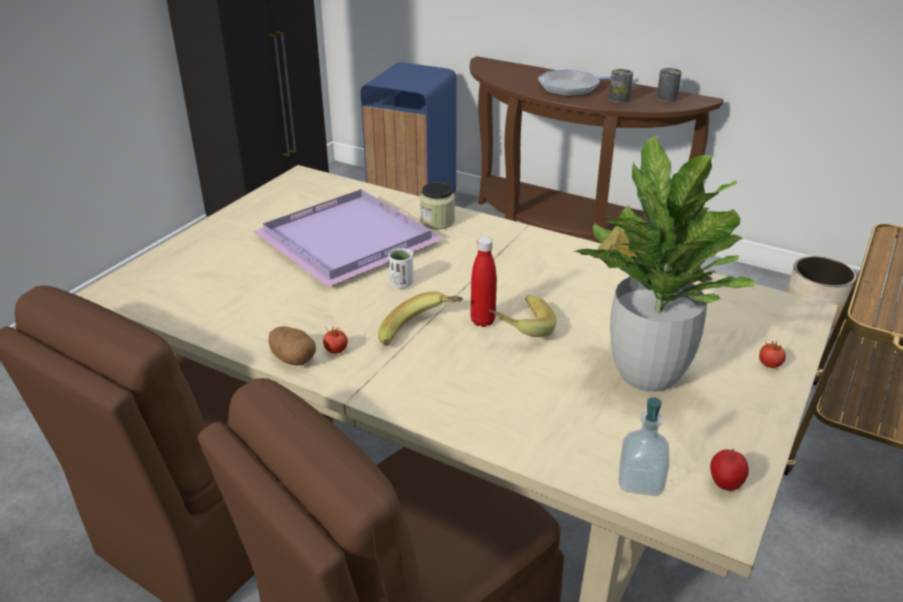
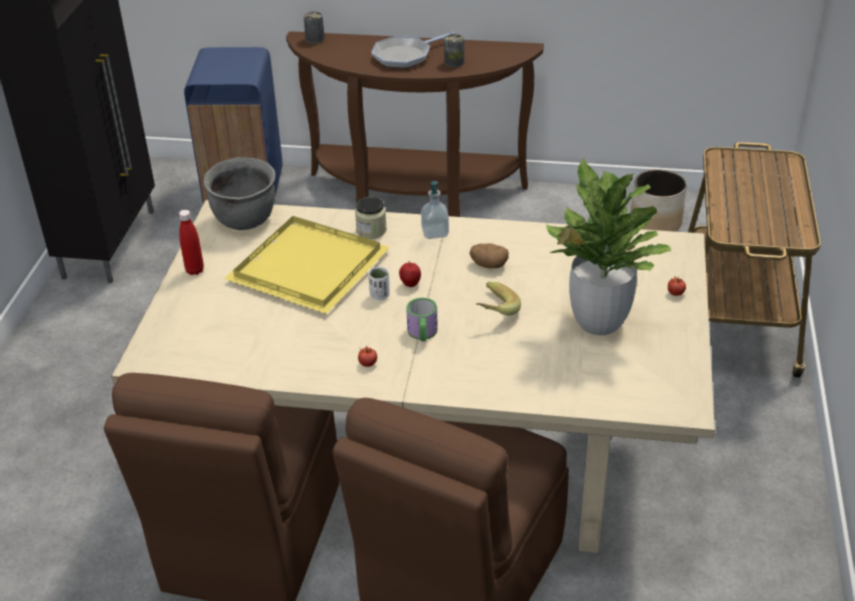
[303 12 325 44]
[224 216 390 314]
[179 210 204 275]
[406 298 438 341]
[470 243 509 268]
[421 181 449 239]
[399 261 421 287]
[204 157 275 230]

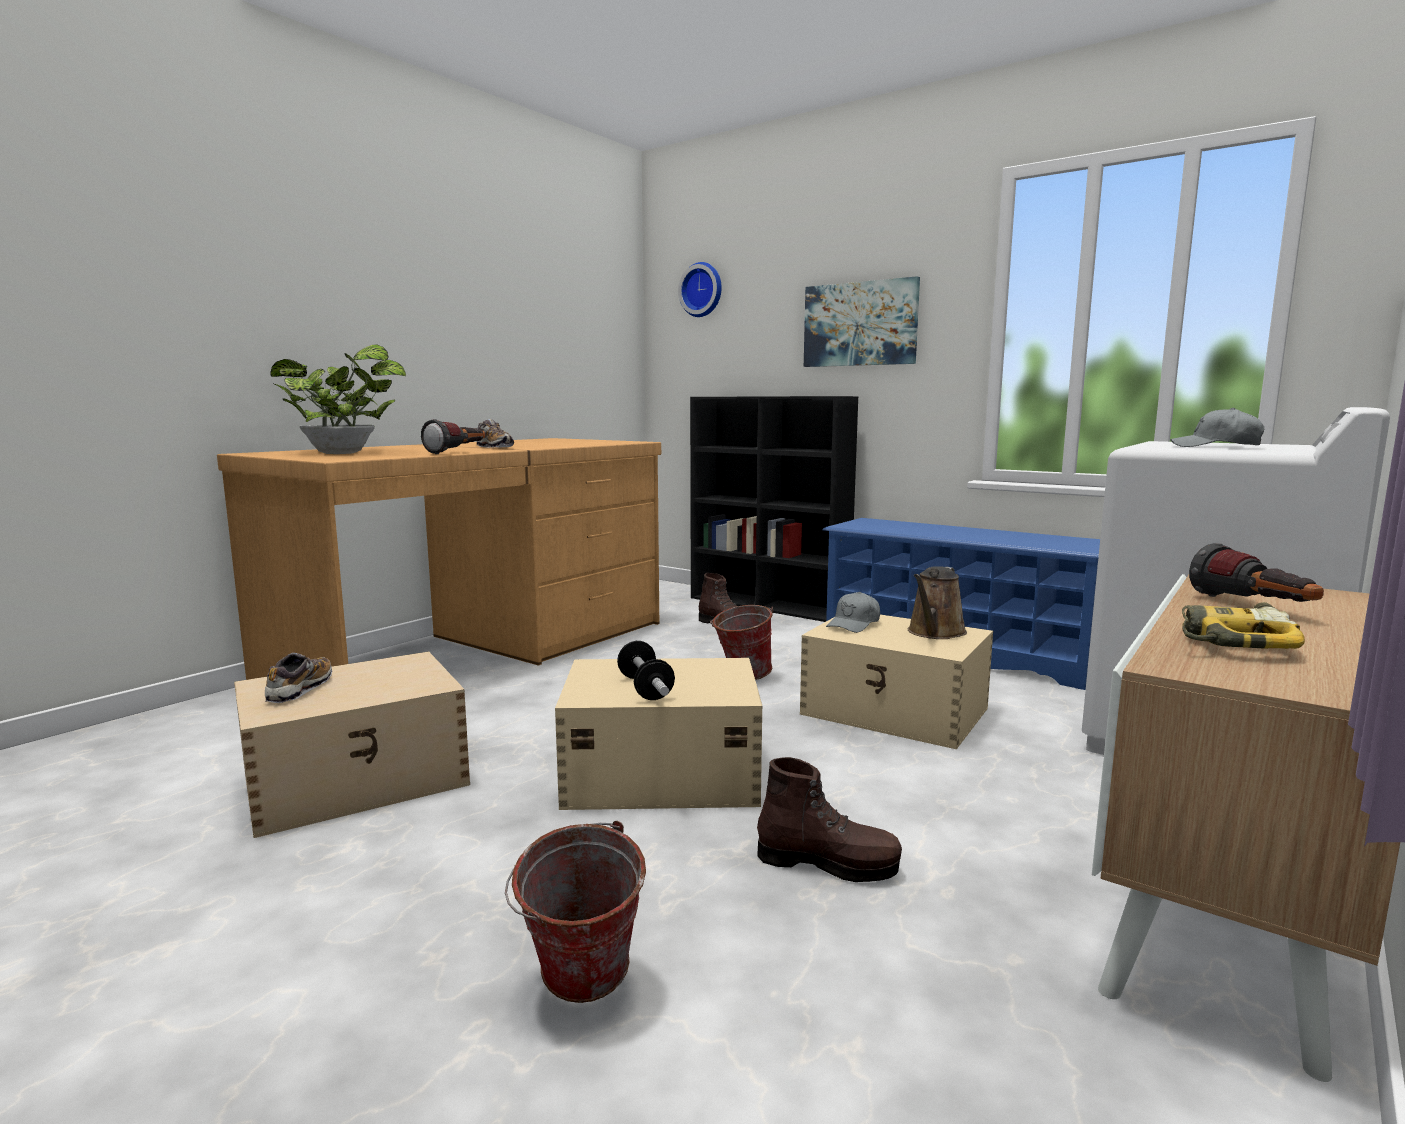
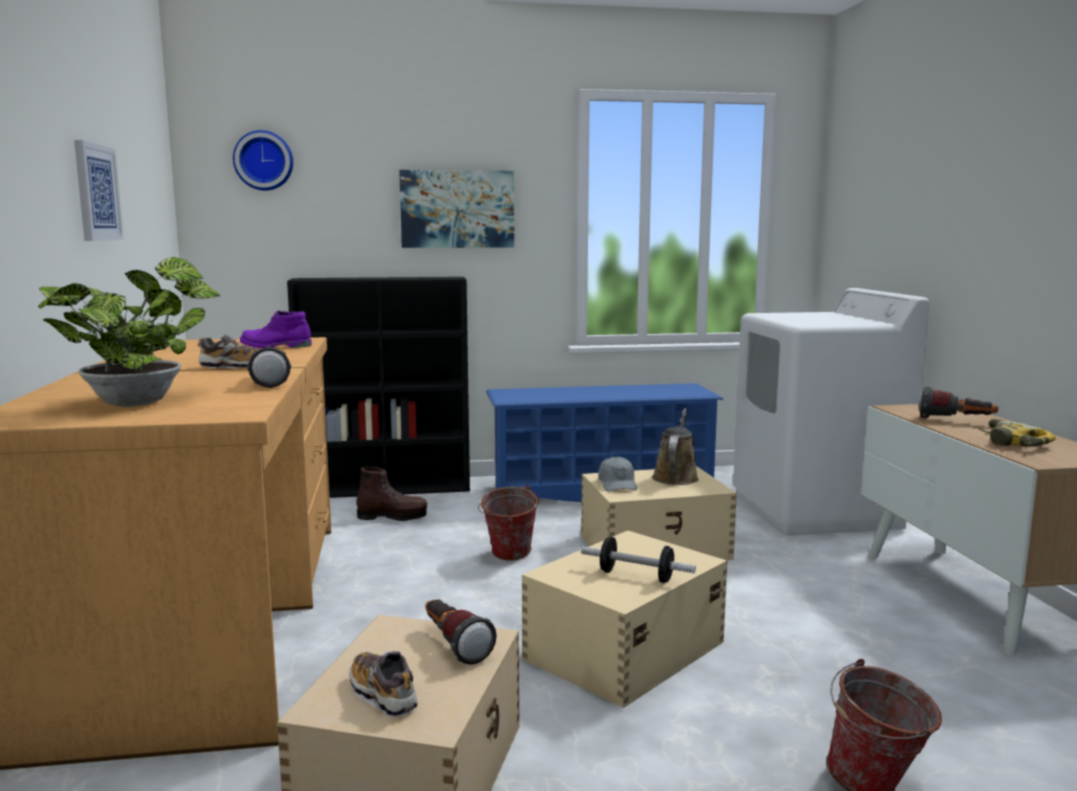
[1170 408 1264 447] (first image)
[652 408 699 485]
[757 757 902 882] (first image)
[74 140 124 241]
[240 310 312 349]
[426 599 497 665]

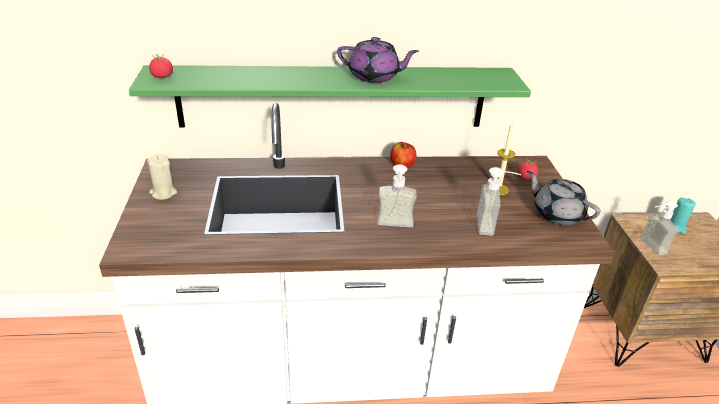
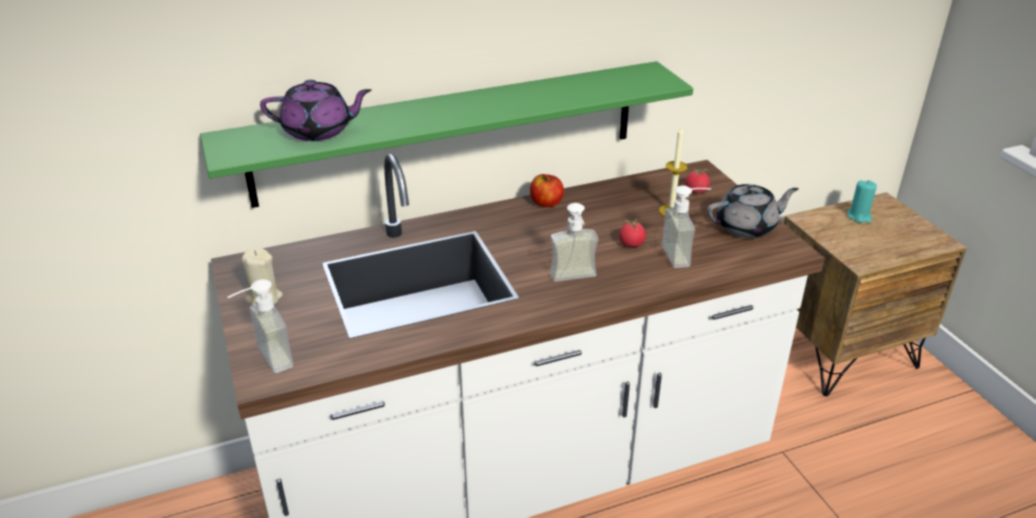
[260 80 371 141]
[619 219 646 247]
[707 184 799 238]
[228 279 294 373]

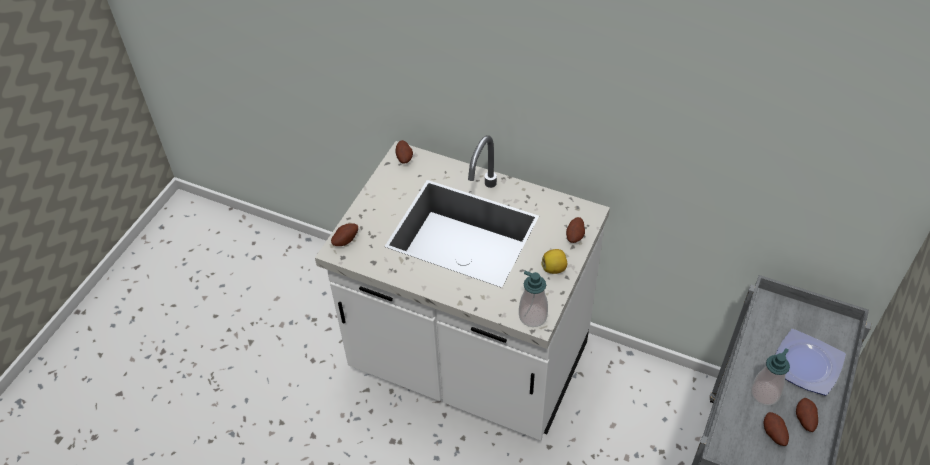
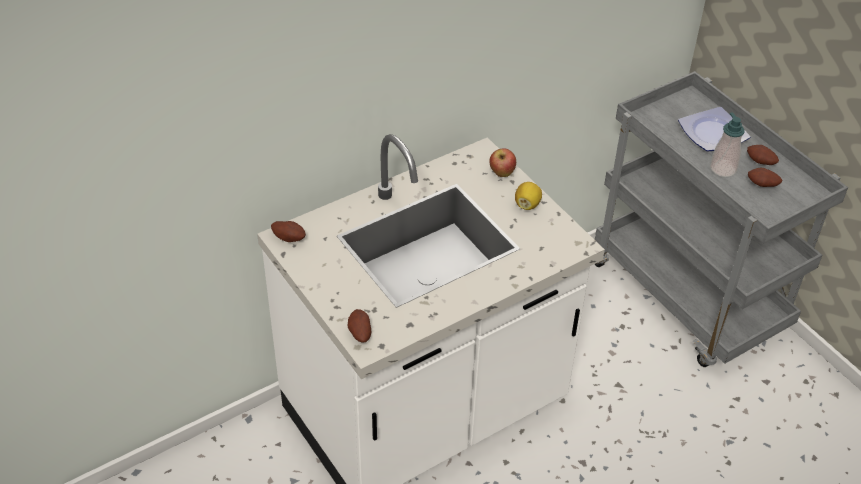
[489 148 516 177]
[519 271 548 327] (first image)

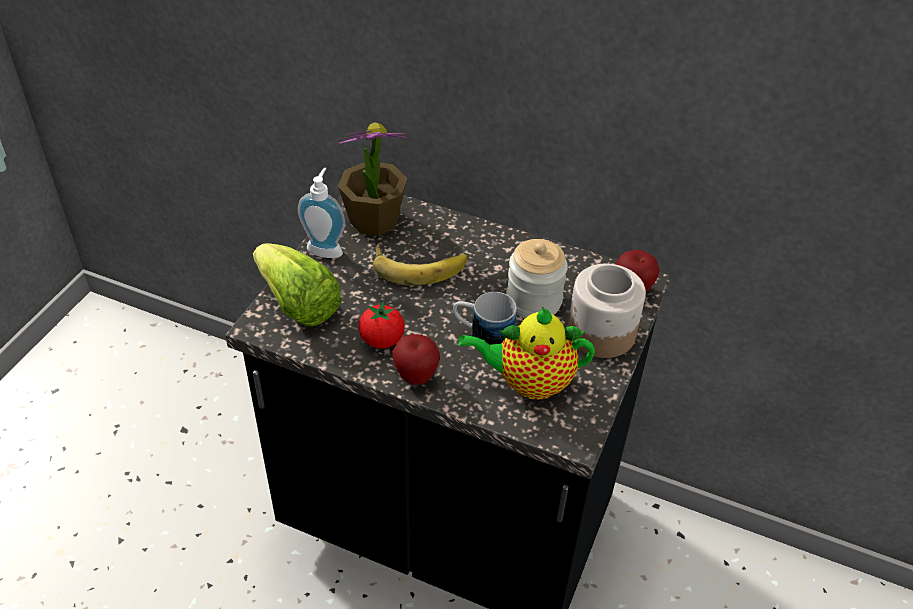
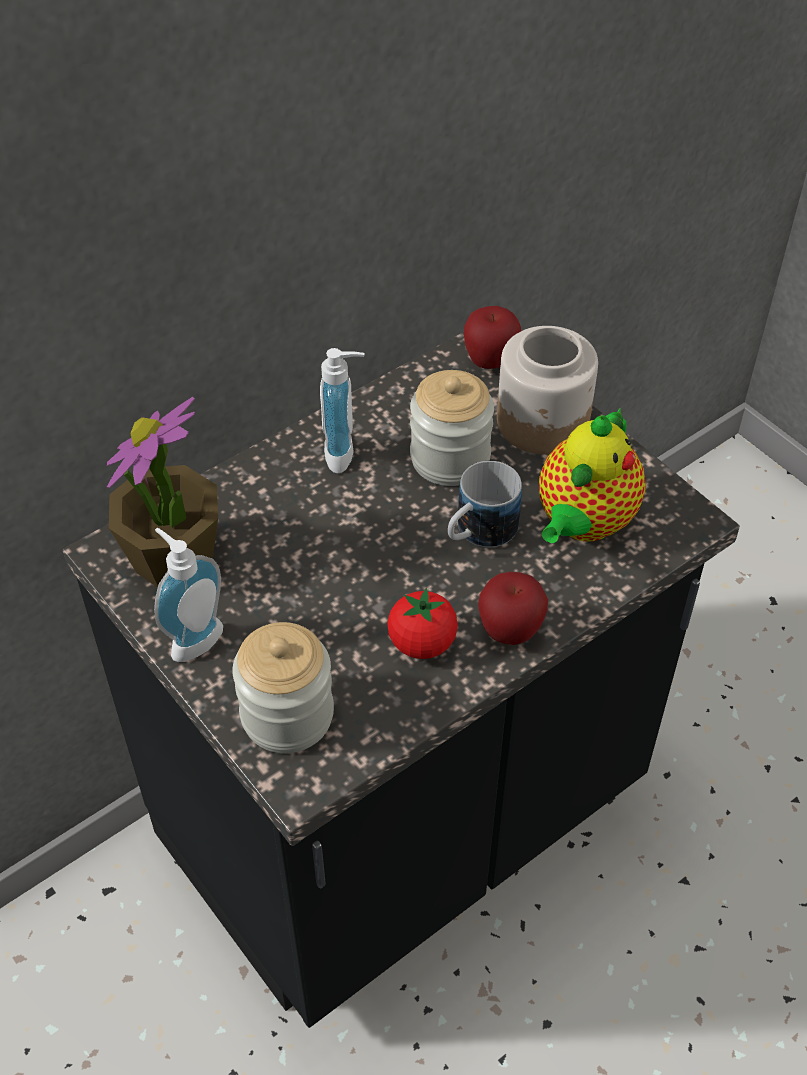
[232 622 334 753]
[373 243 467 285] (first image)
[320 348 365 473]

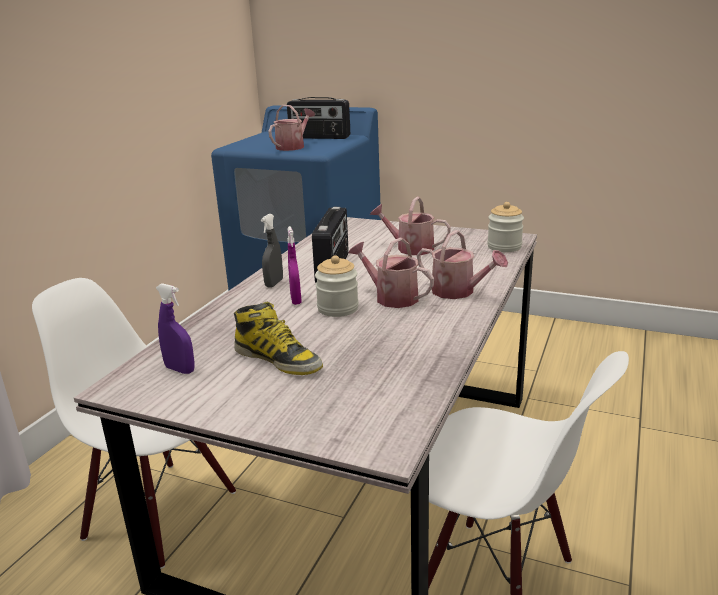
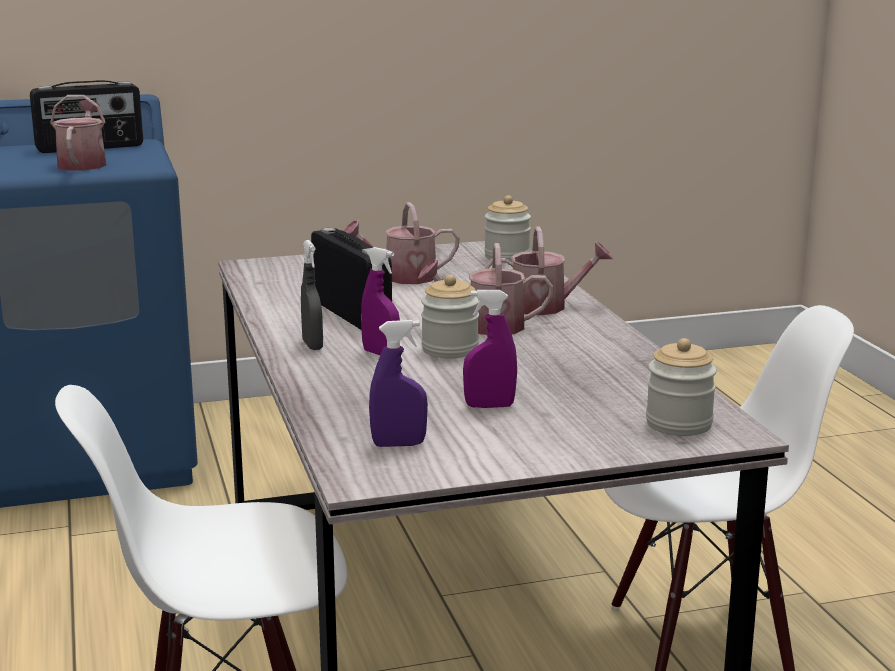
[463 290 517 408]
[646 338 717 436]

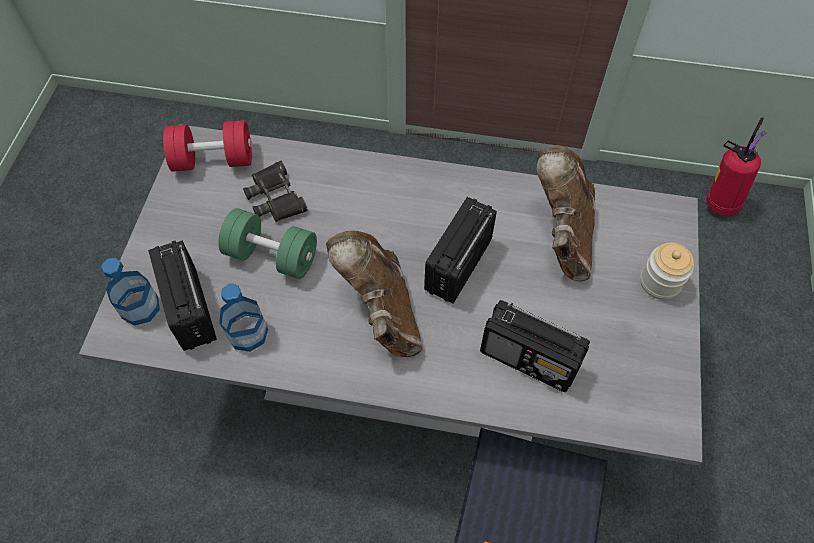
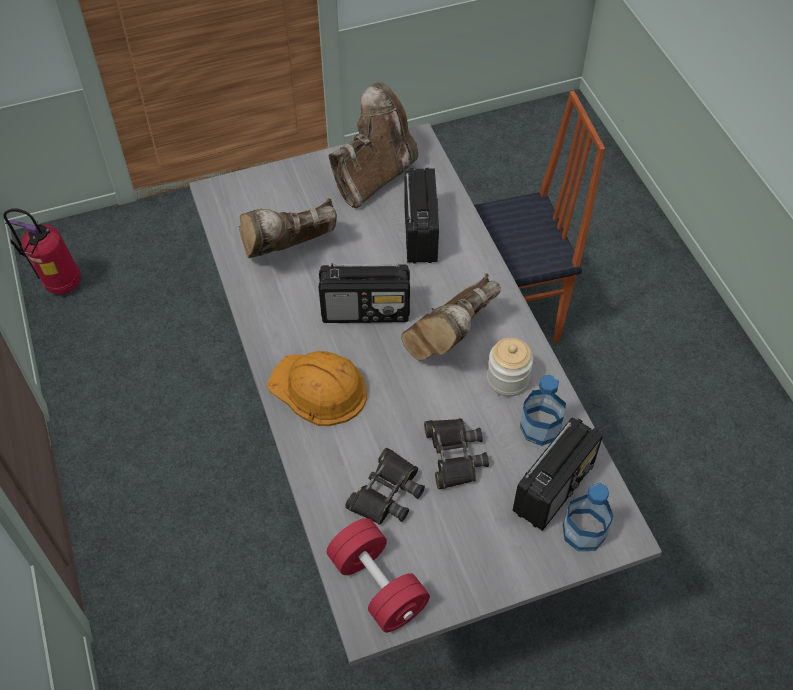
[424 418 489 489]
[487 338 533 397]
[329 82 418 208]
[267 351 367 426]

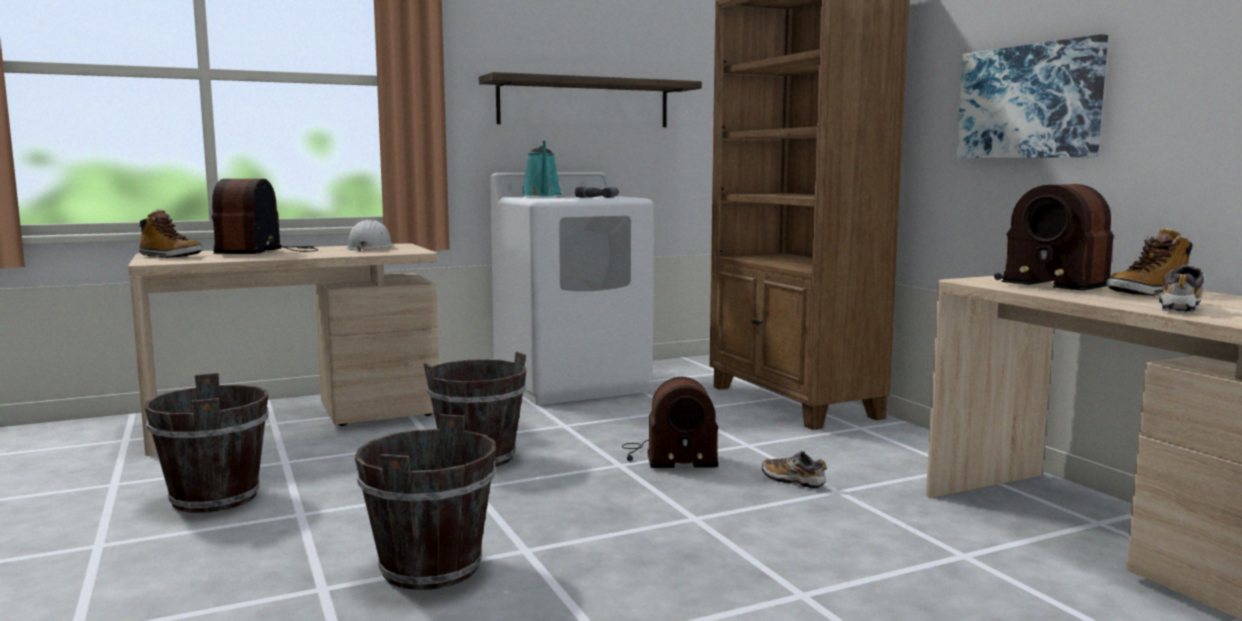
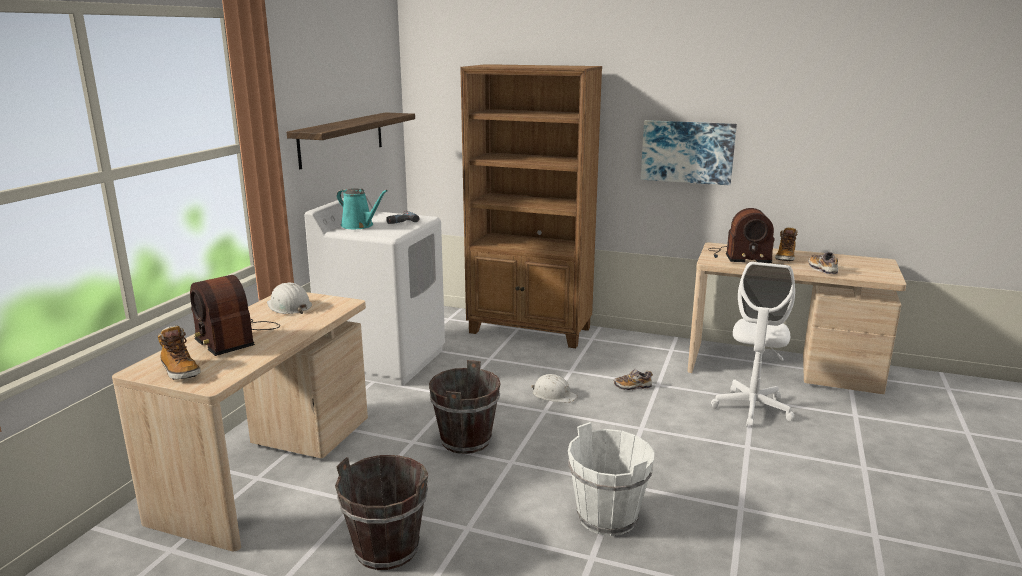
[158 326 201 380]
[531 374 578 403]
[568 422 654 536]
[711 262 795 428]

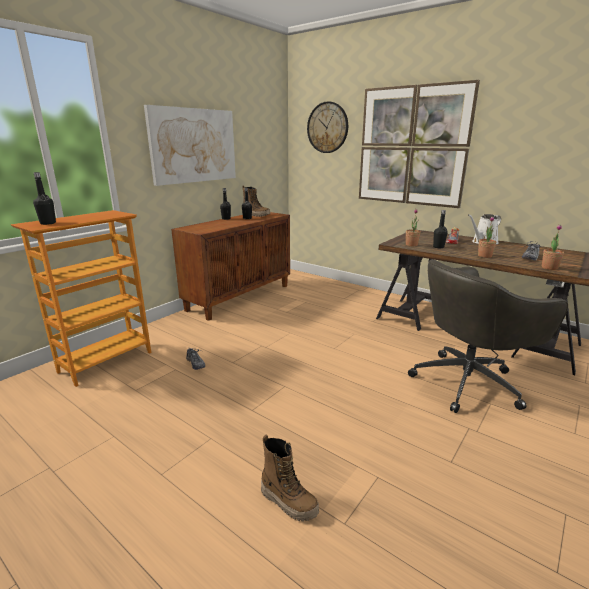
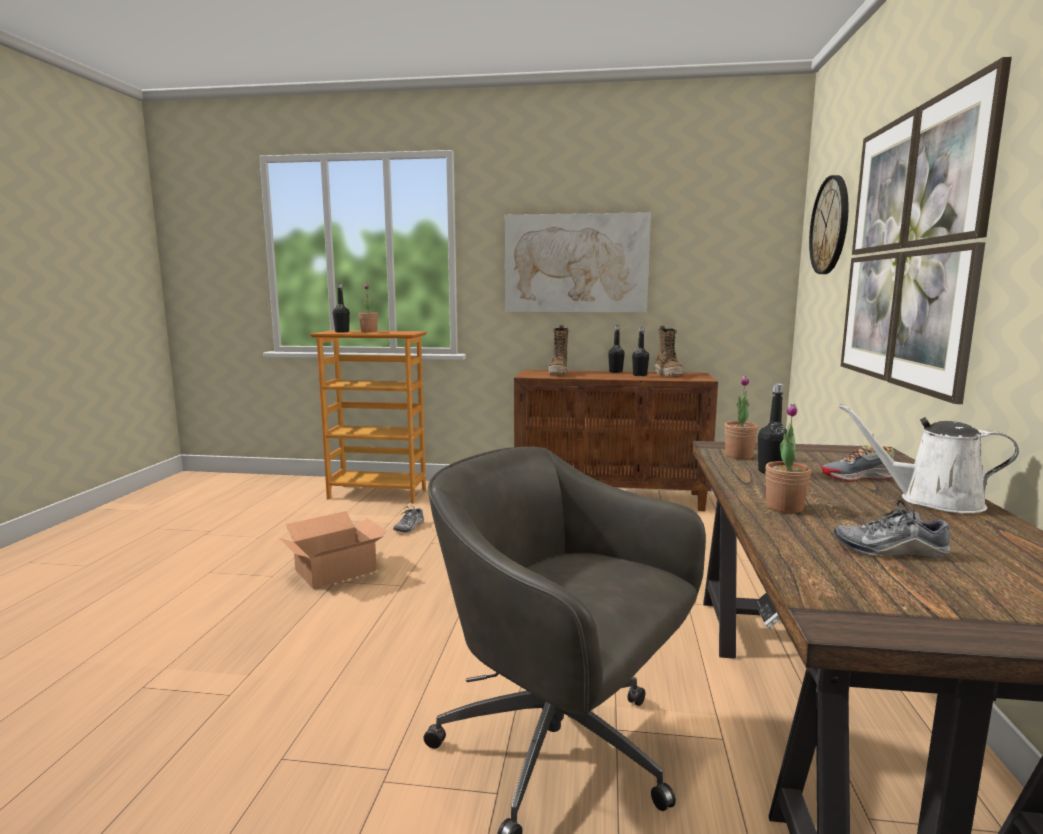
[359 284 378 332]
[548 325 570 375]
[279 511 387 589]

